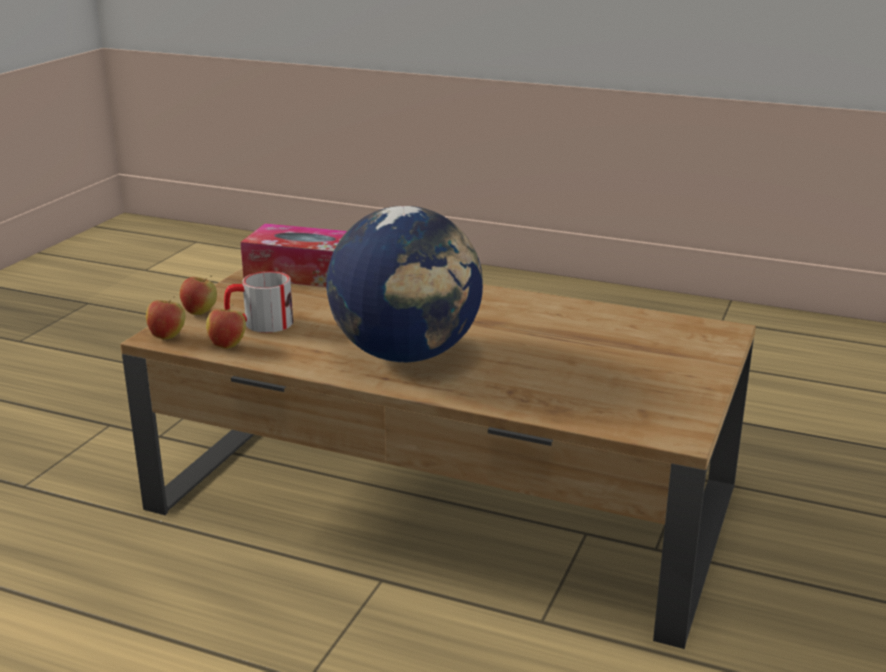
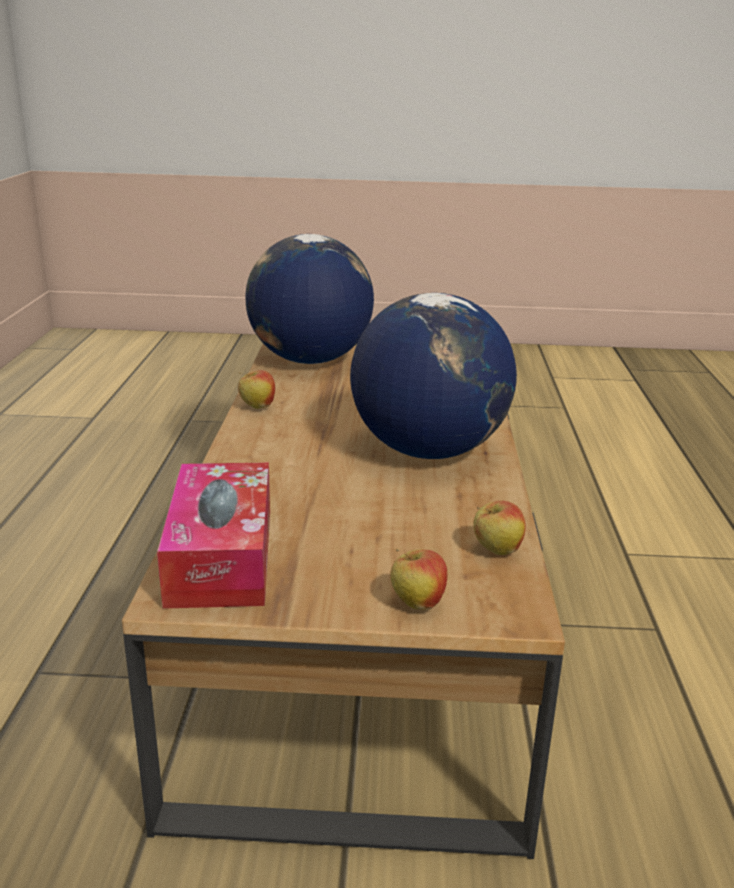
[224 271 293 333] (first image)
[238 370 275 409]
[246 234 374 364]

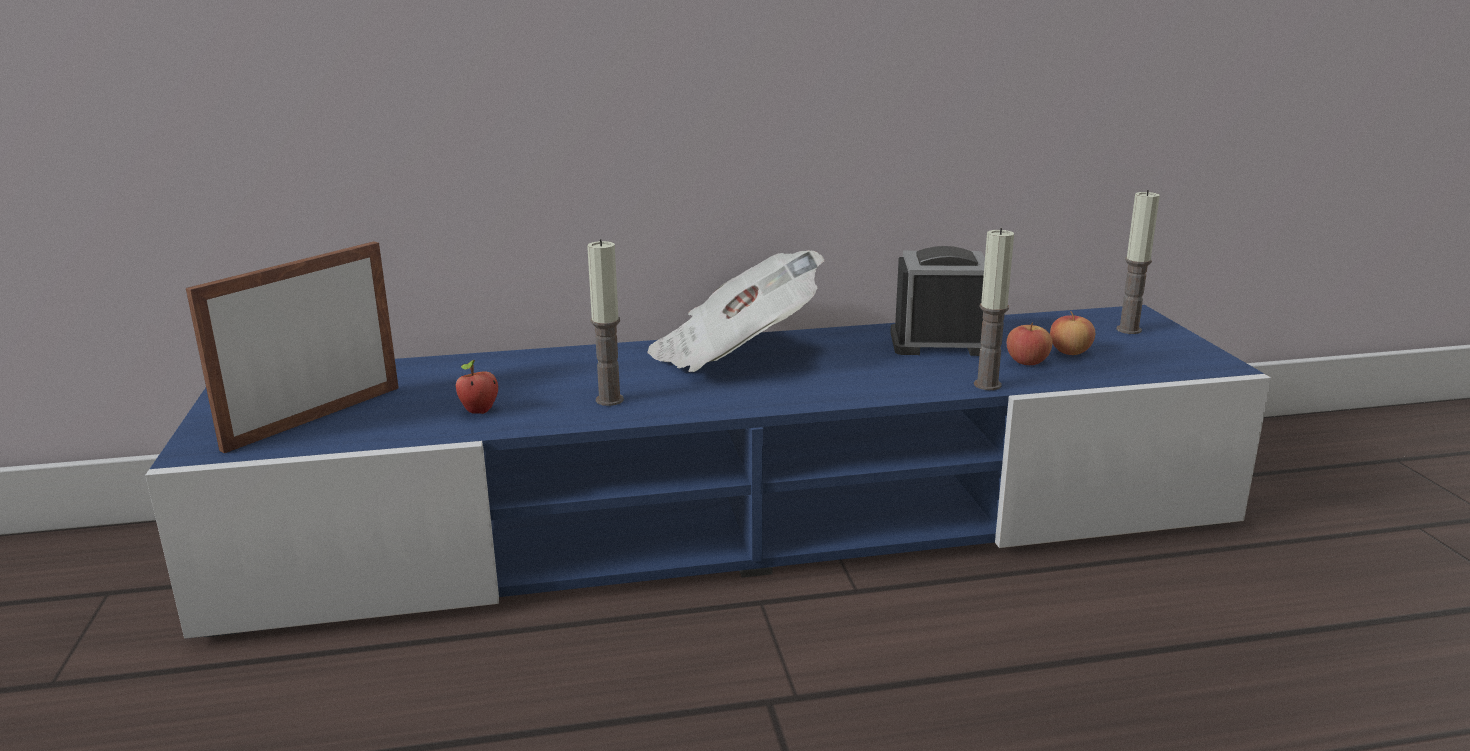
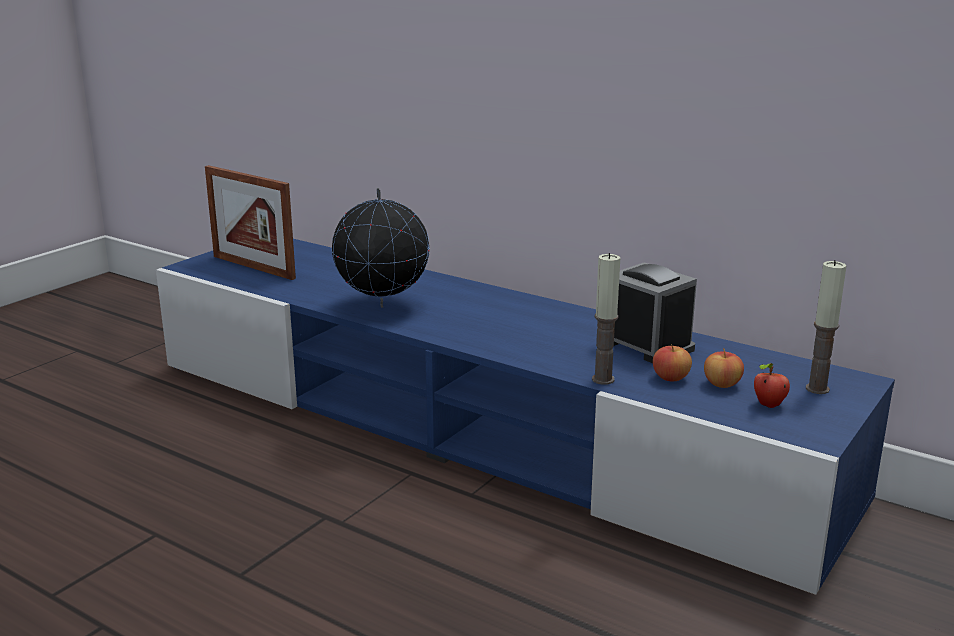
[332 188 430 308]
[205 165 296 280]
[647 250 825 372] (first image)
[754 363 790 408]

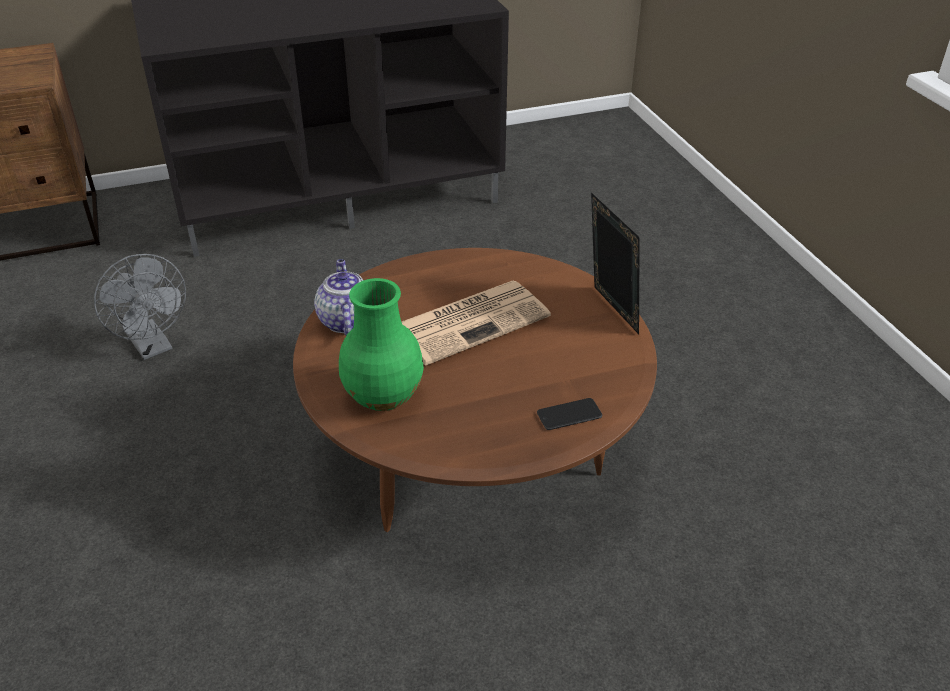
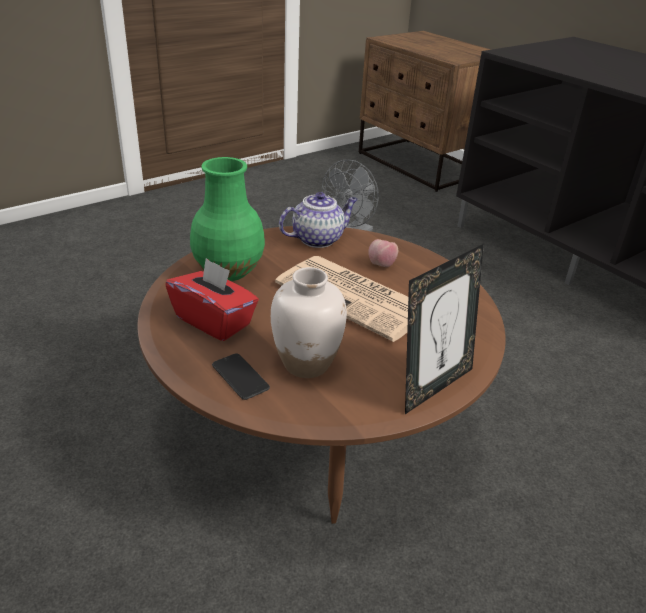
[368 239 398 267]
[165 258 259 341]
[271 267 347 378]

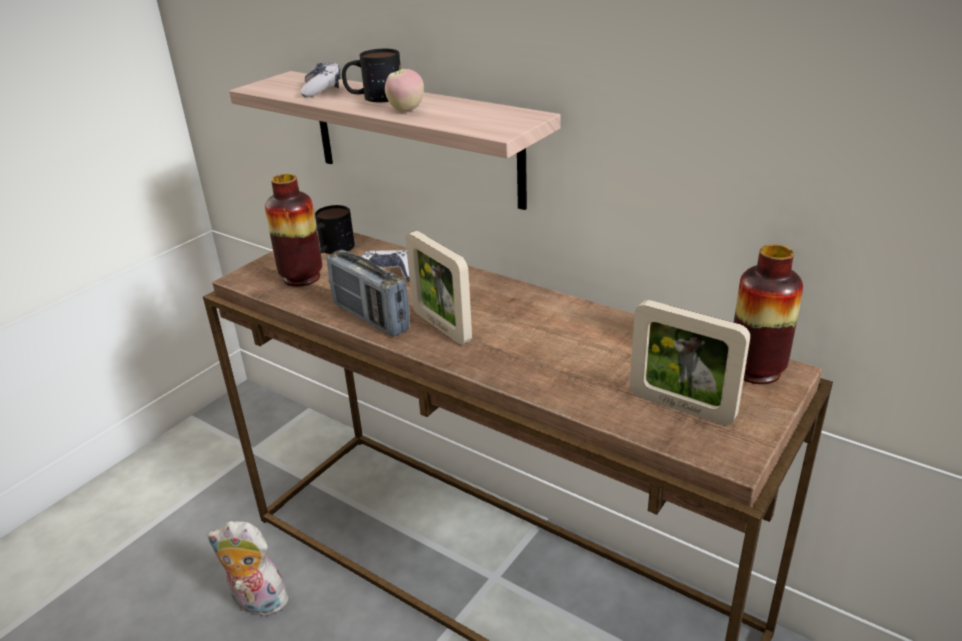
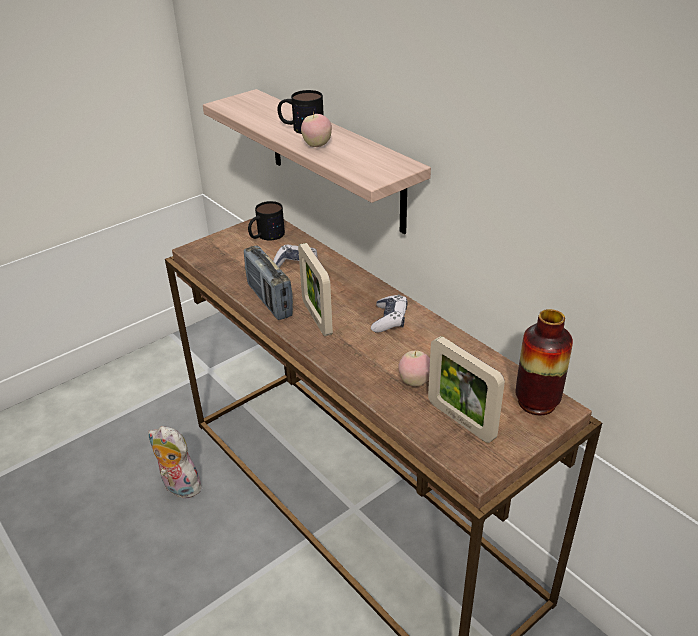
[371 295 408 333]
[265 174 322 287] (first image)
[398 351 430 386]

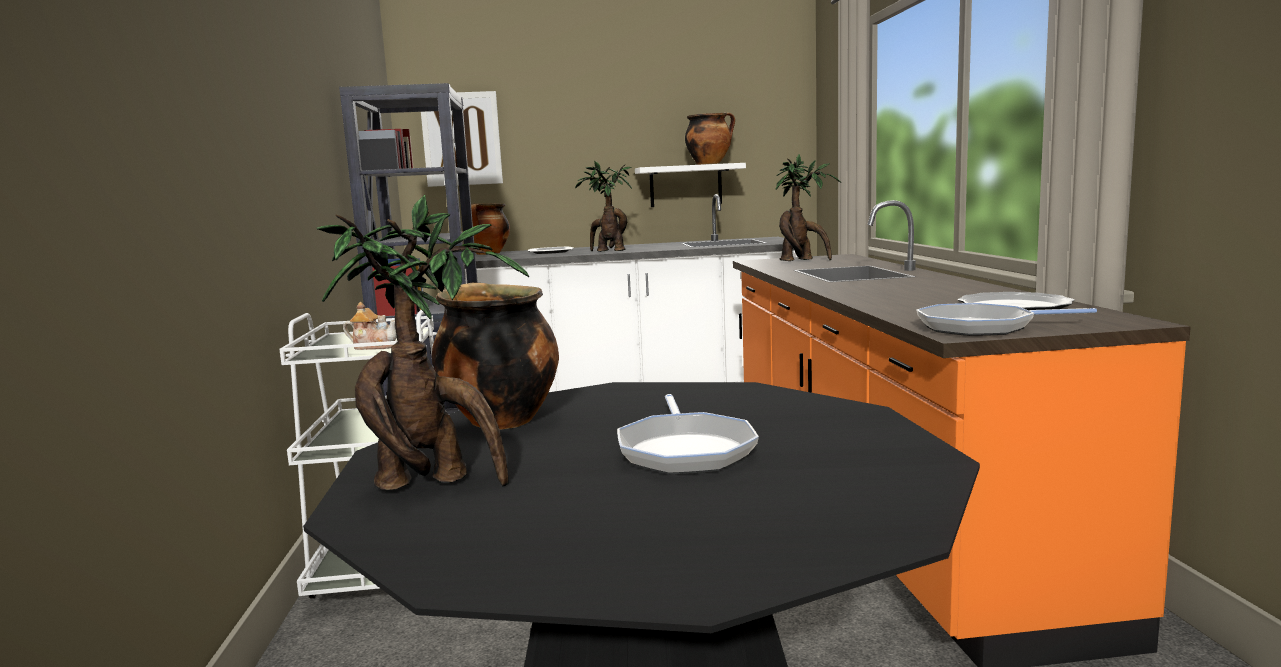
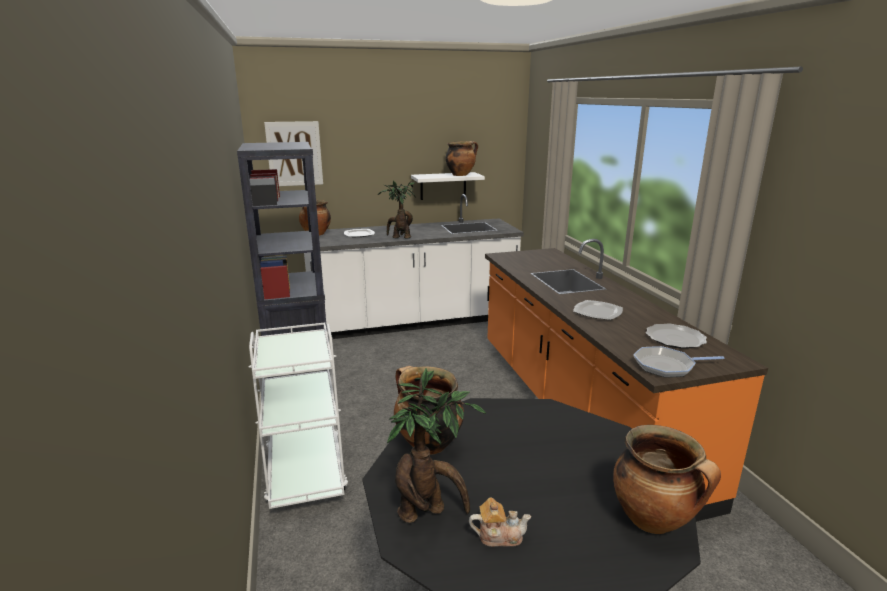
[775 154 841 261] (first image)
[469 497 531 547]
[617 394 759 475] (first image)
[573 300 623 320]
[613 425 721 534]

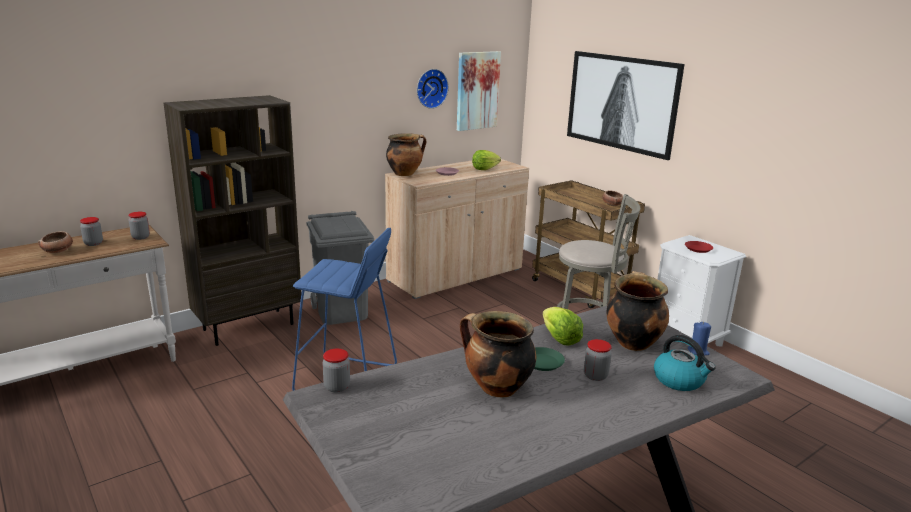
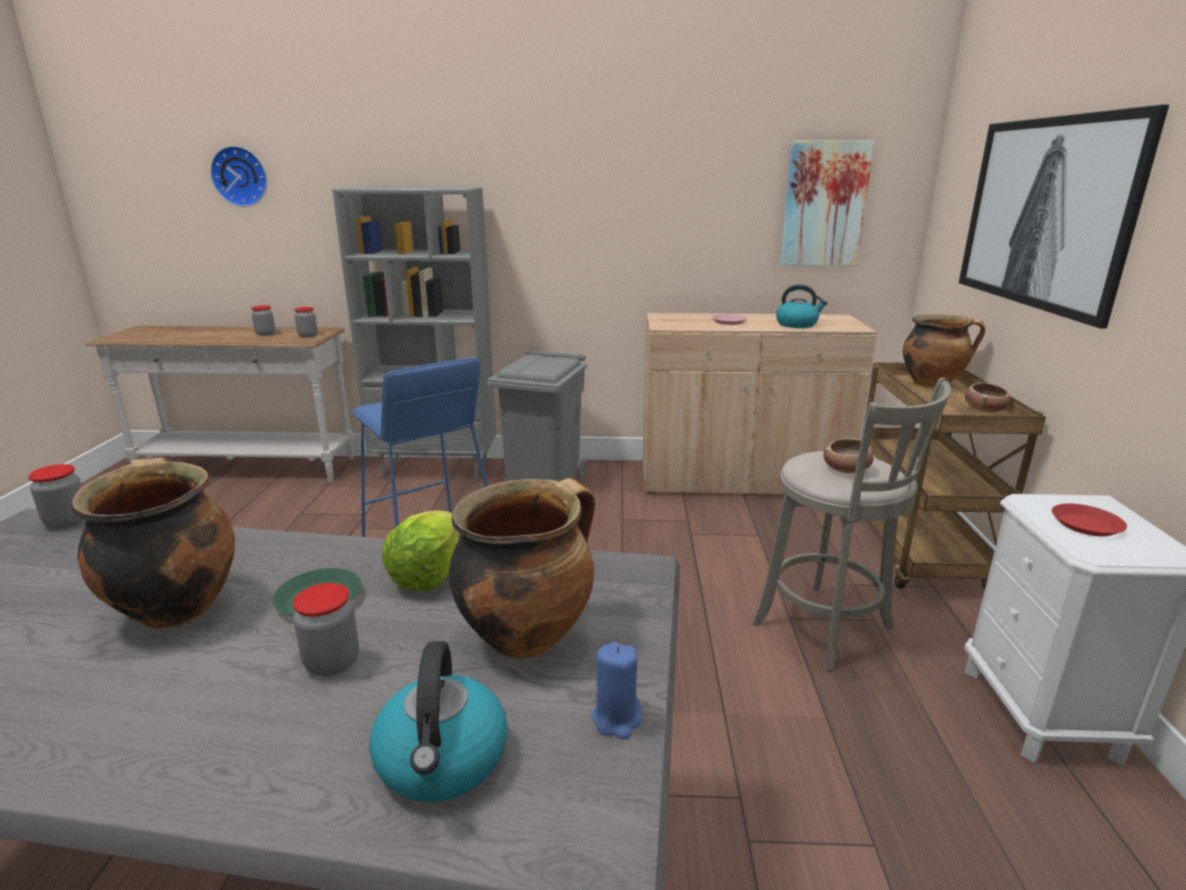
[210 146 267 207]
[332 187 496 481]
[903 314 985 388]
[776 284 827 328]
[824 438 874 474]

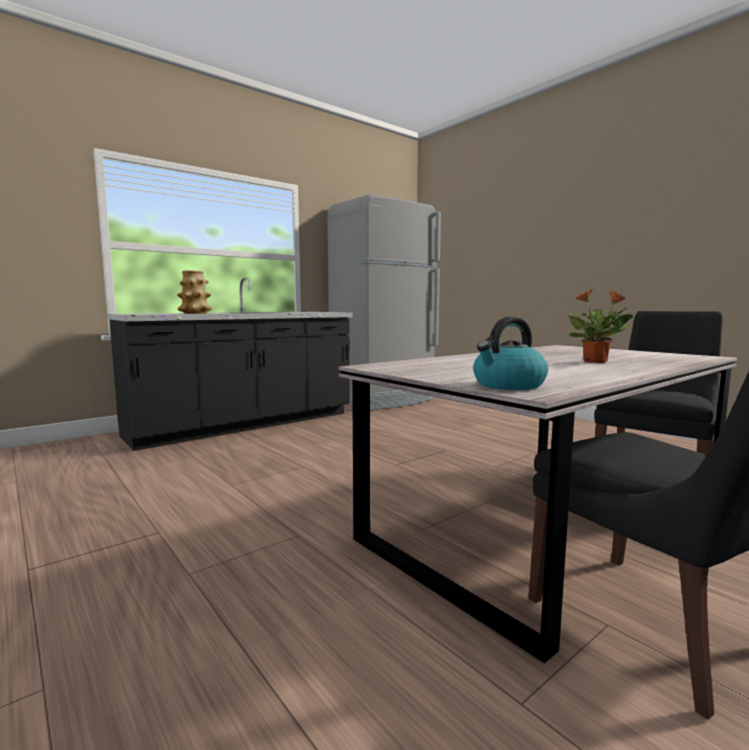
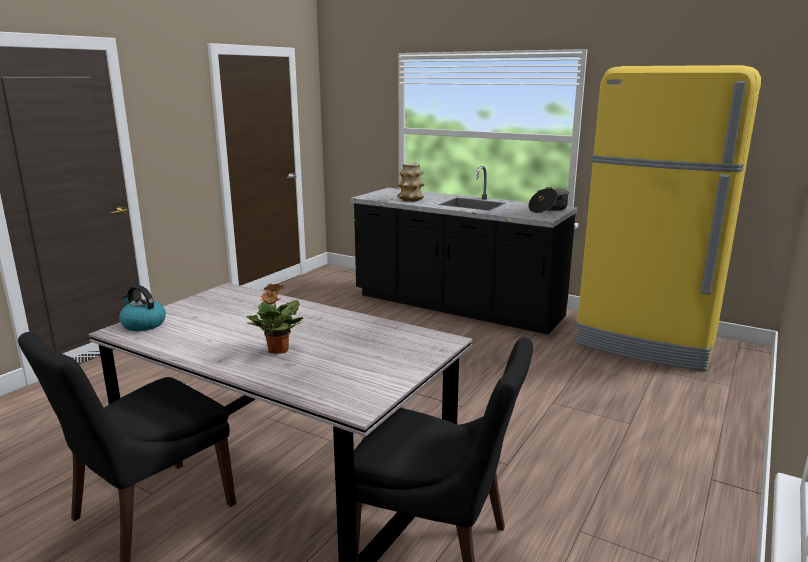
[576 65 761 371]
[528 187 569 213]

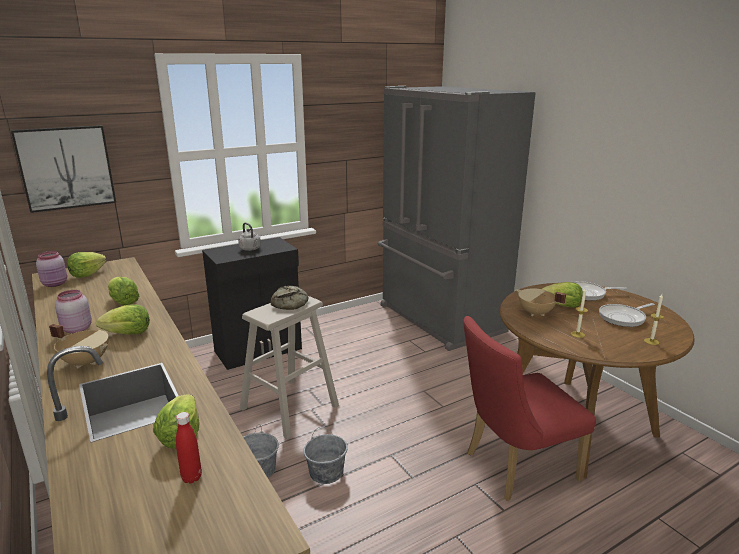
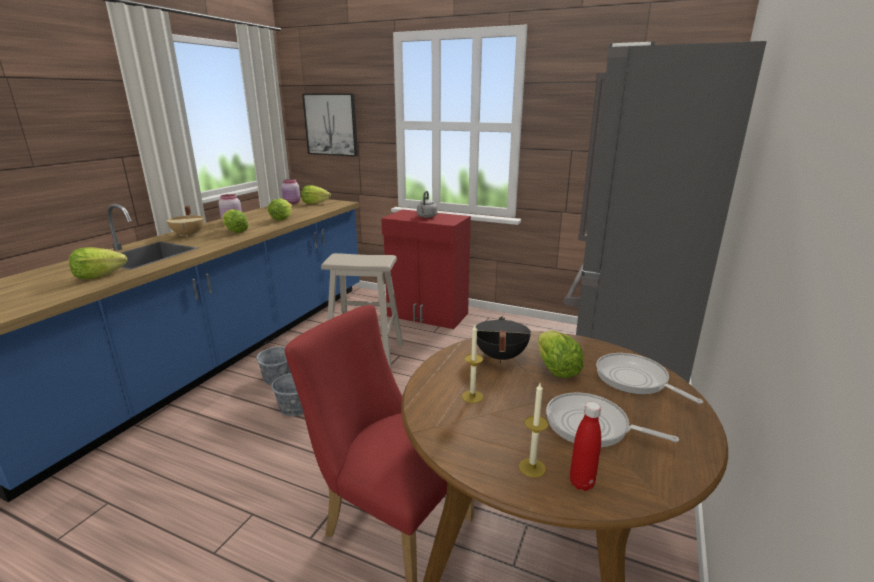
[381 209 471 329]
[271 285 309 310] (first image)
[476 317 531 363]
[570 402 601 491]

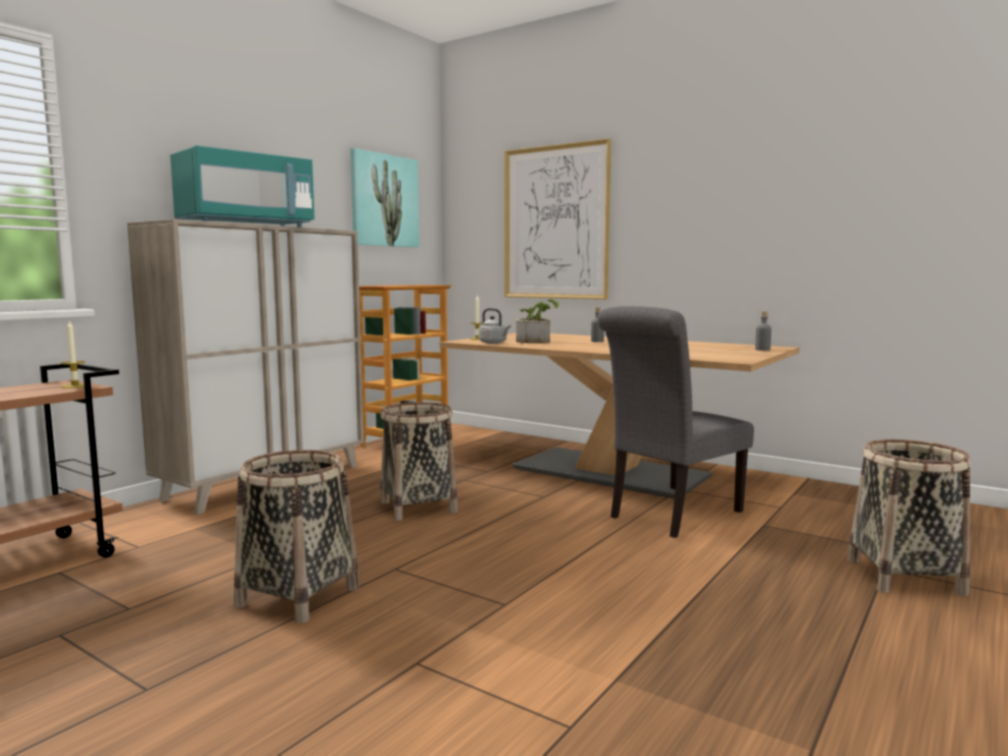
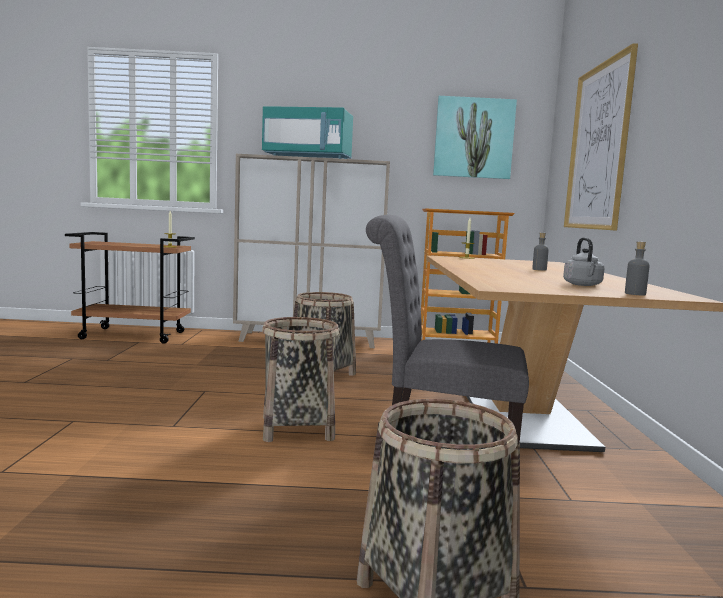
[516 299 559 343] (first image)
[563 237 605 286]
[262 317 339 442]

